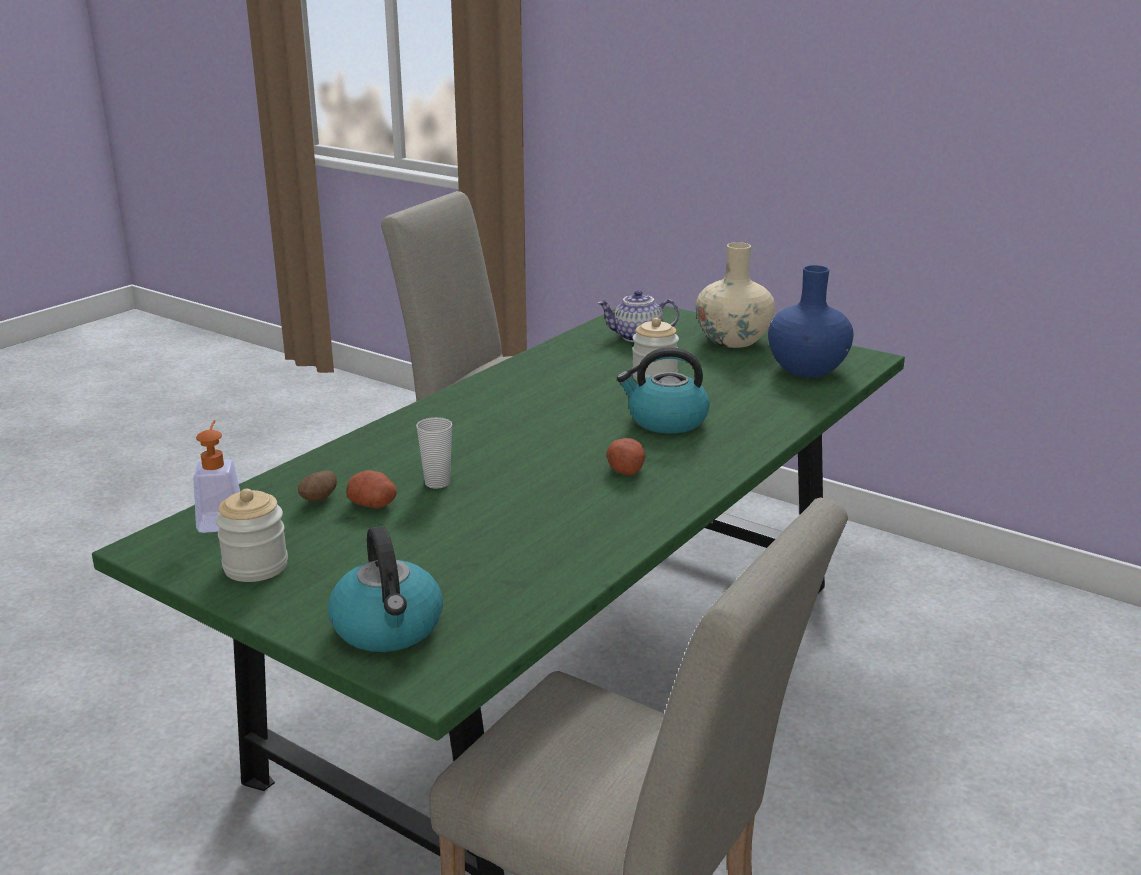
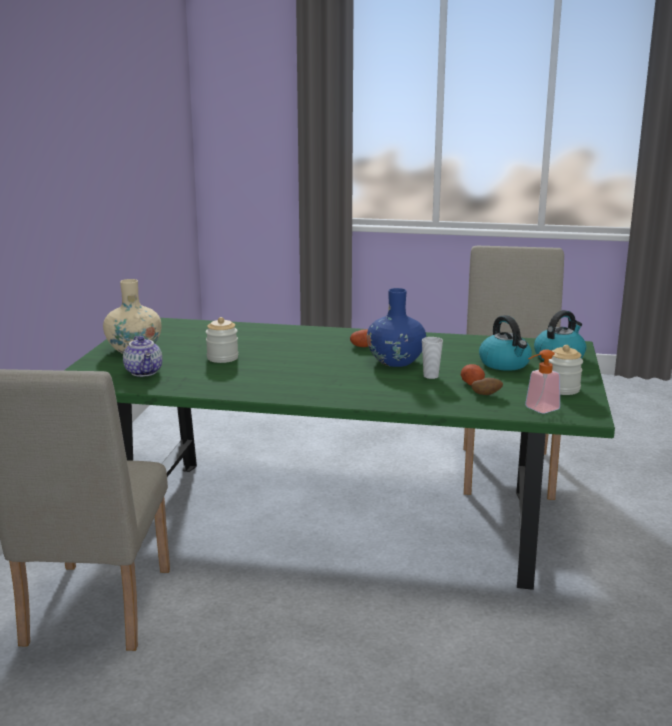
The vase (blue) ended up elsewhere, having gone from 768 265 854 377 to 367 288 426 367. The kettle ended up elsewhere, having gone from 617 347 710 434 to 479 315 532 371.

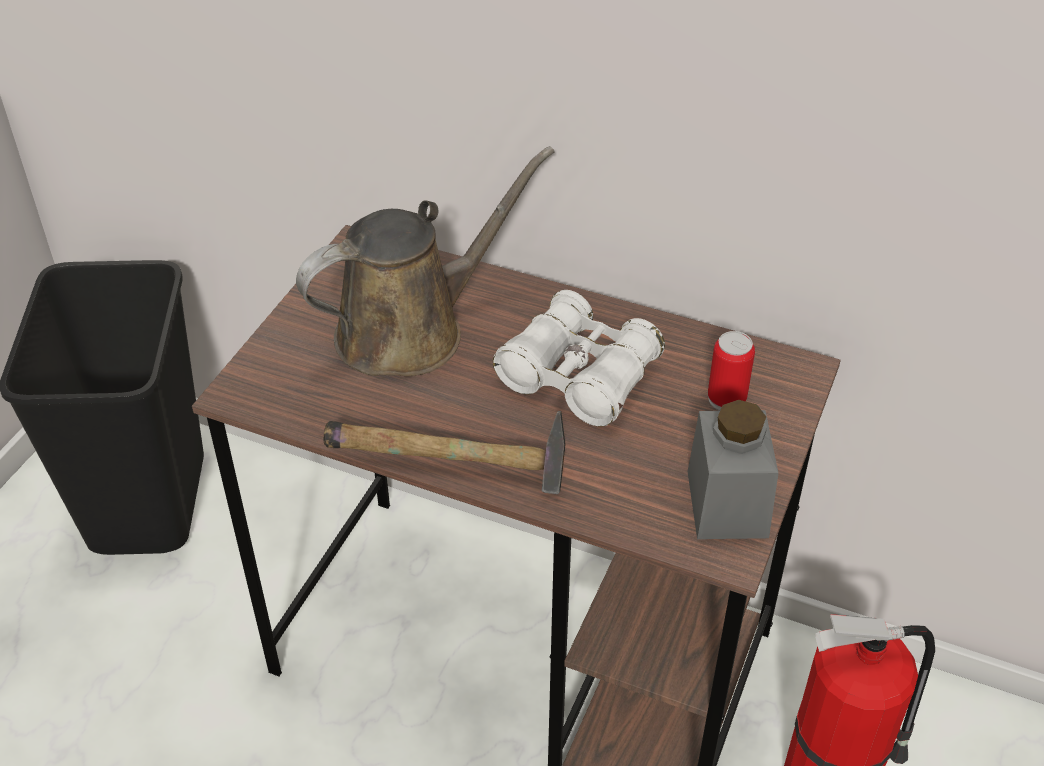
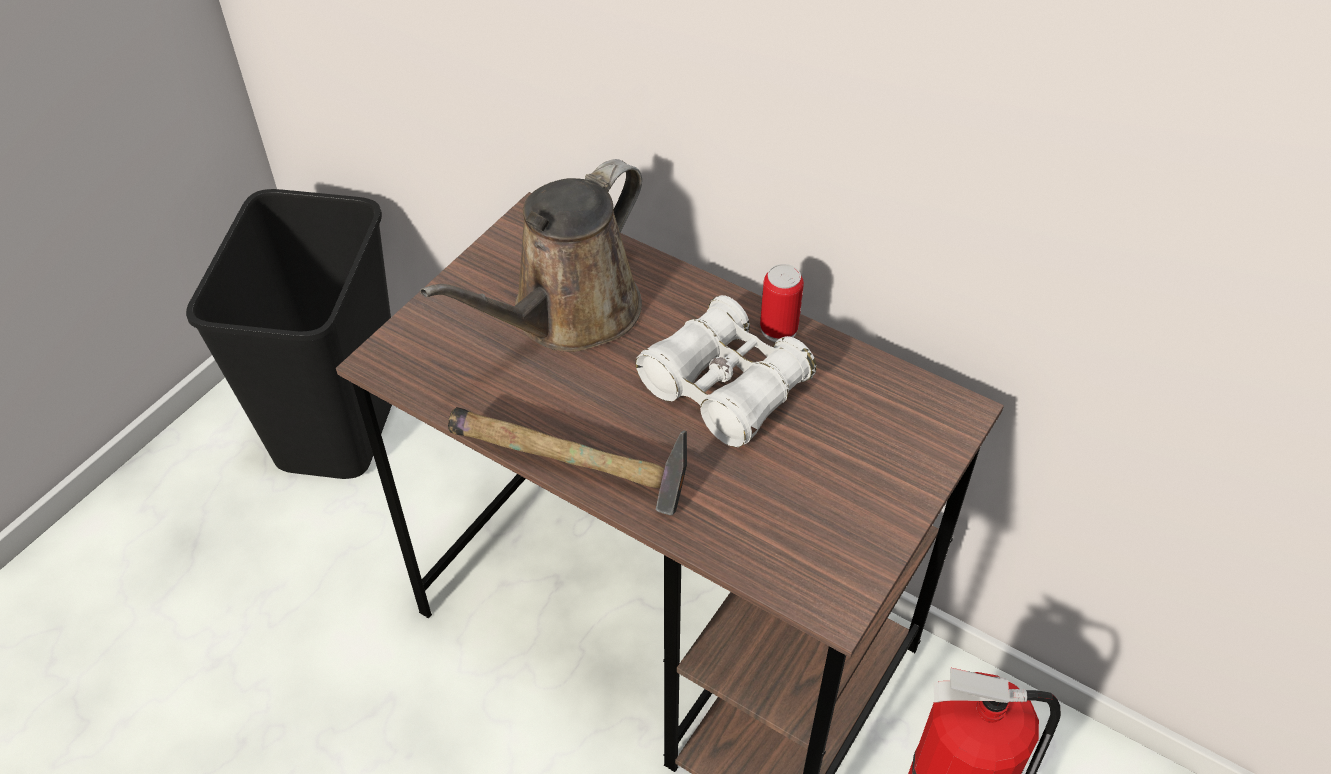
The watering can (brown) at 296 146 555 376 ended up facing another way, 150 degrees clockwise from before. The can ended up elsewhere, having gone from 708 331 755 411 to 760 264 804 342. The second view lost the jar (grey) at 688 400 778 539.

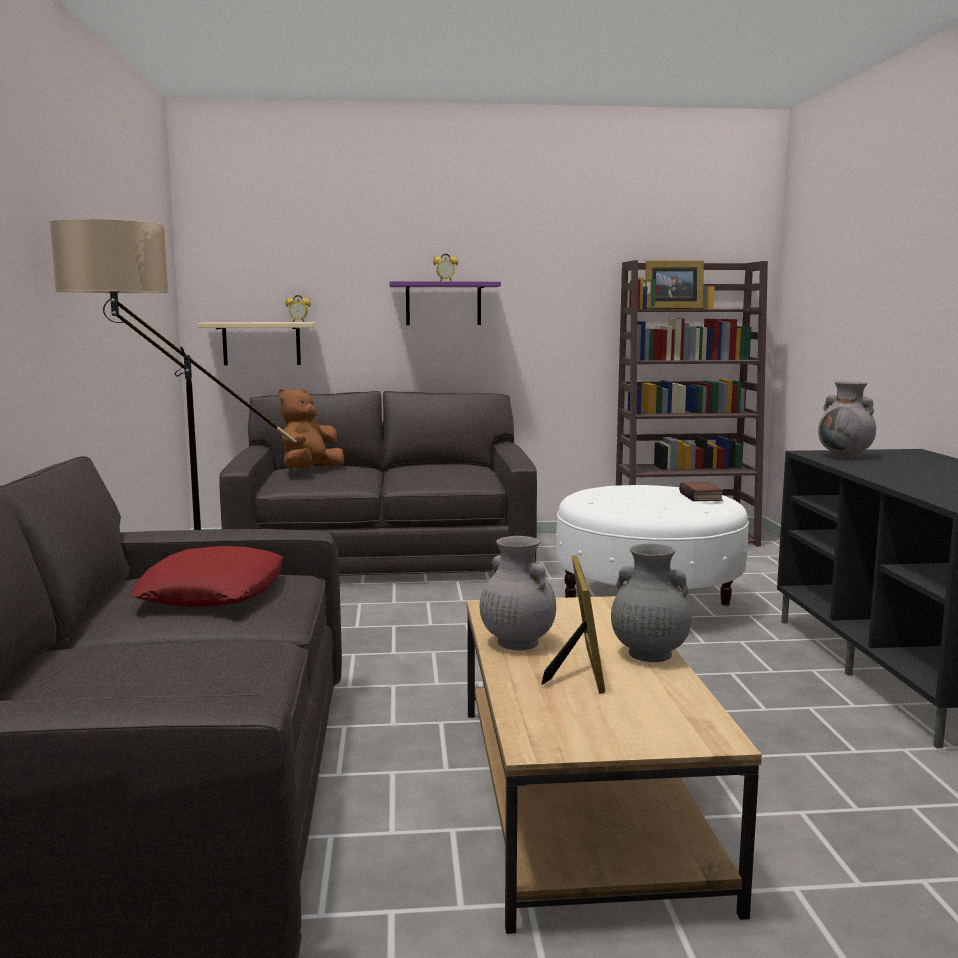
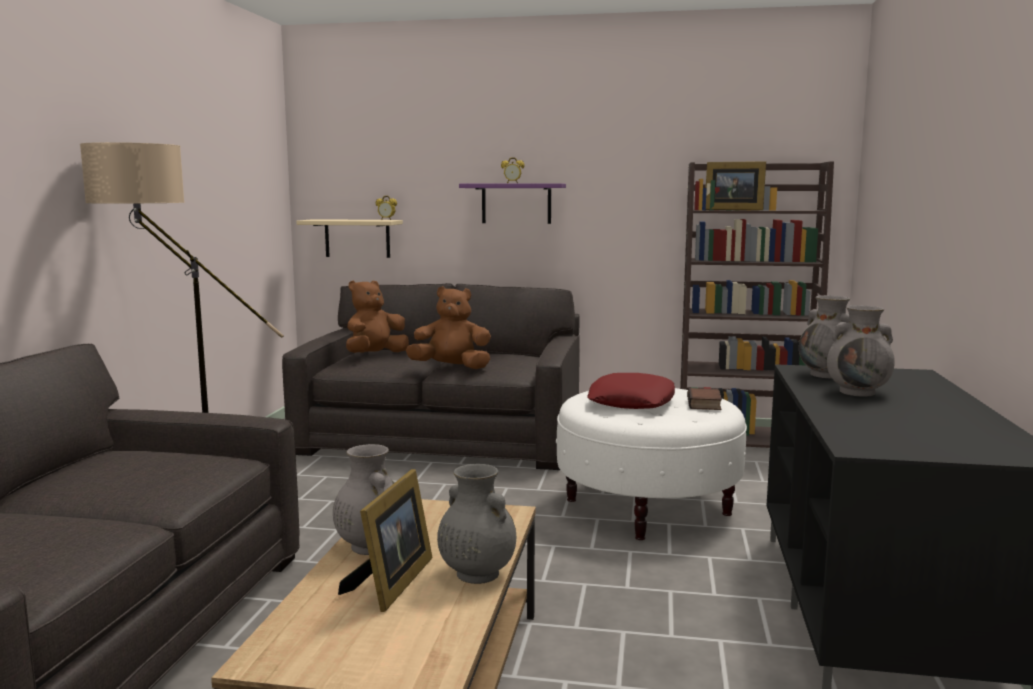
The pillow (red) ended up elsewhere, having gone from 130 546 284 607 to 587 373 675 409. The second view gained the plush toy (brown) at 406 286 491 369. The second view gained the vase (grey) at 827 305 895 397.

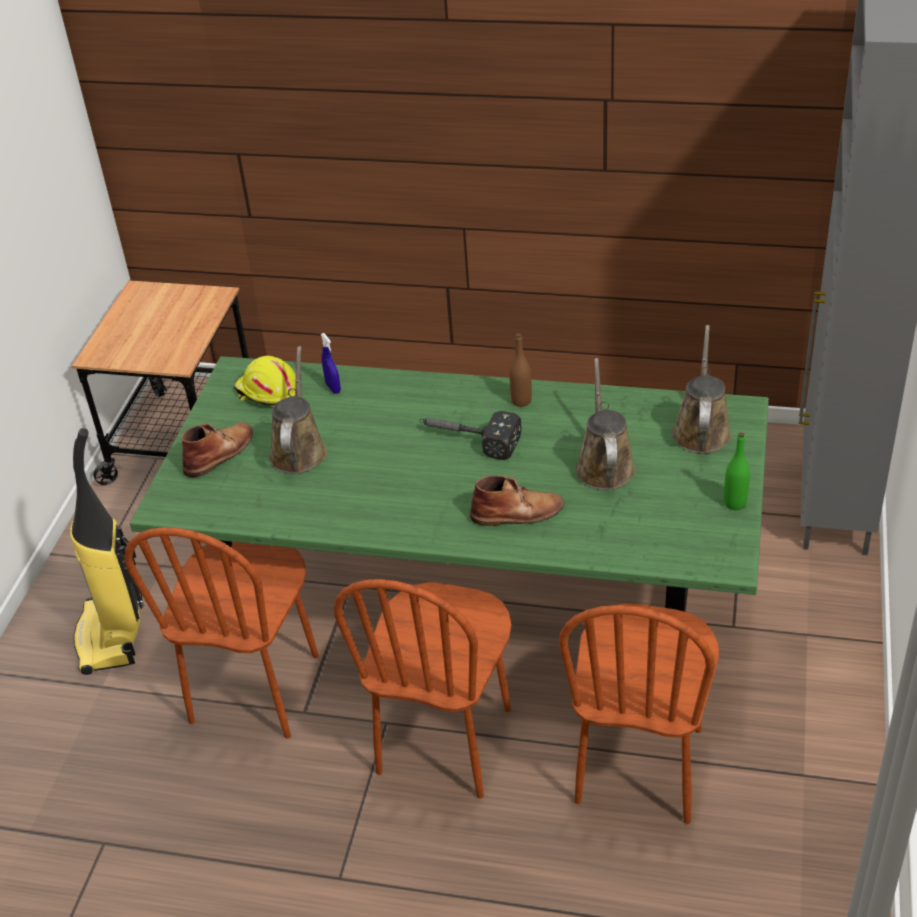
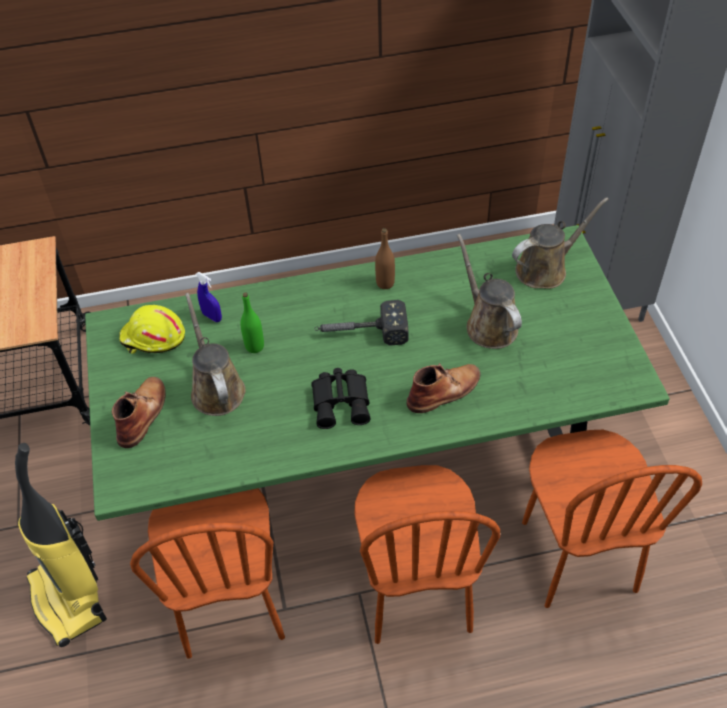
The watering can (brown) at 672 325 732 454 ended up facing another way, 75 degrees clockwise from before. The bottle (green) ended up elsewhere, having gone from 724 432 750 510 to 240 293 264 353. The second view gained the binoculars (black) at 311 368 371 429.

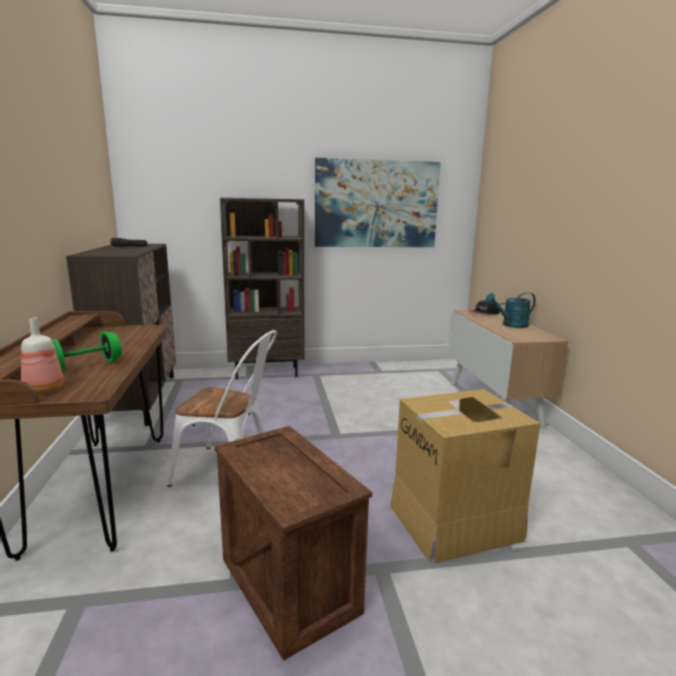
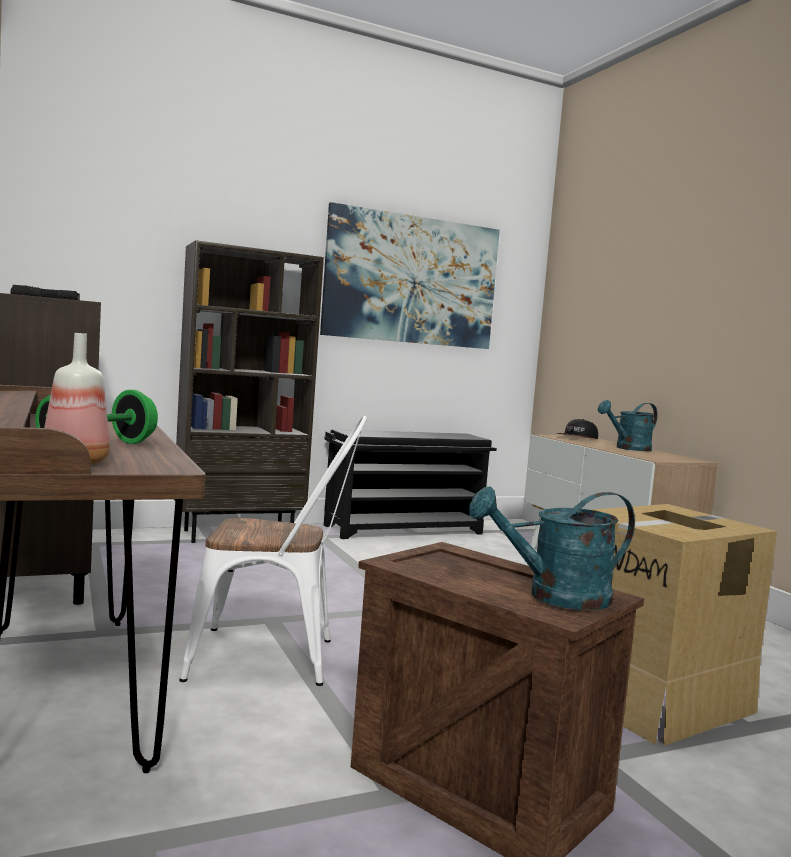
The second view gained the shoe rack (black) at 324 430 497 539. The second view gained the watering can (turquoise) at 469 487 635 610.

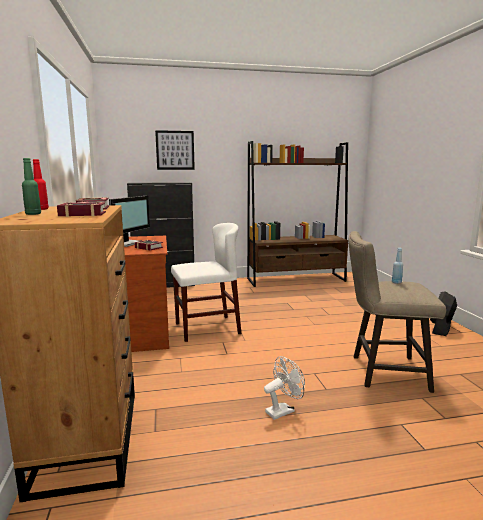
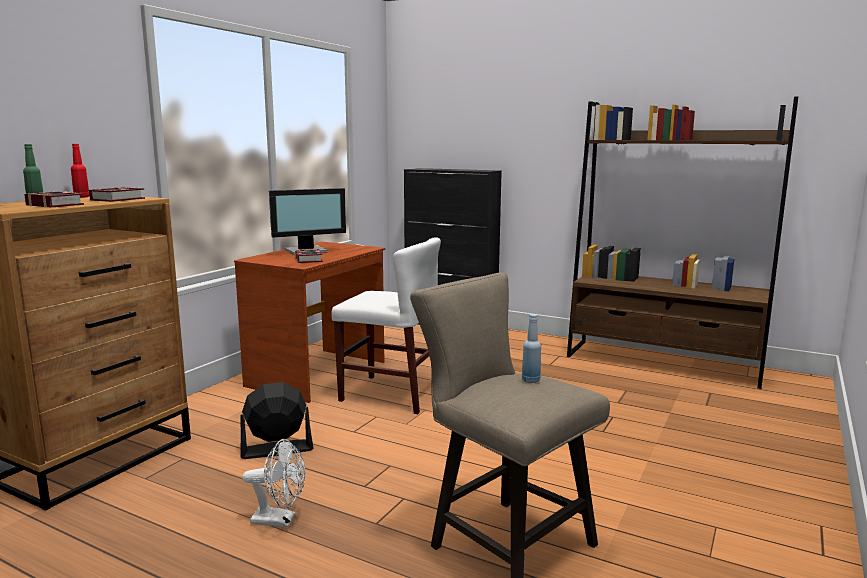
The second view lost the picture at 155 130 195 170. The fan (black) ended up elsewhere, having gone from 430 292 457 336 to 241 382 313 459.

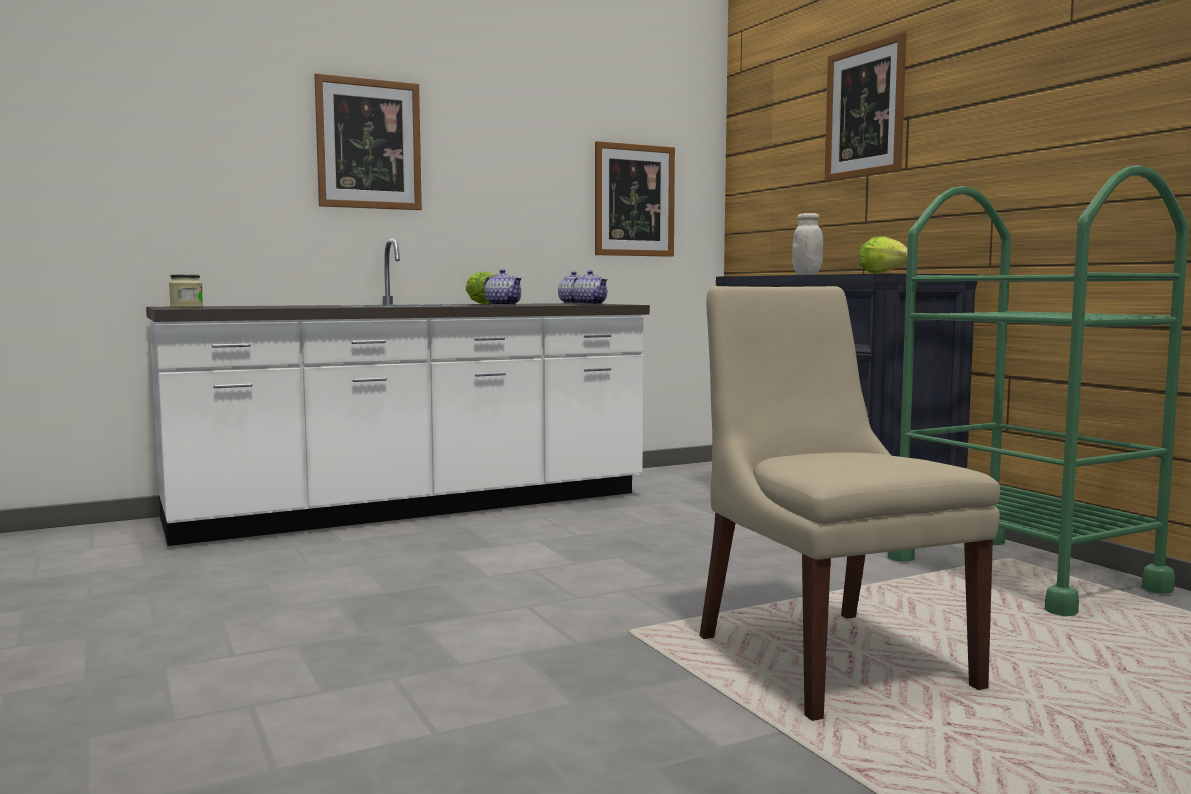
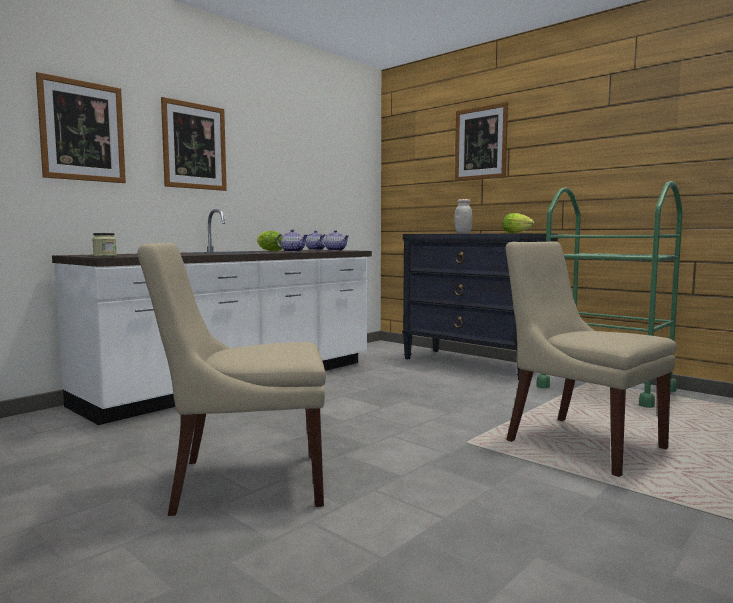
The picture ended up elsewhere, having gone from 595 141 675 257 to 36 72 126 183. The second view gained the chair (beige) at 137 243 326 516.

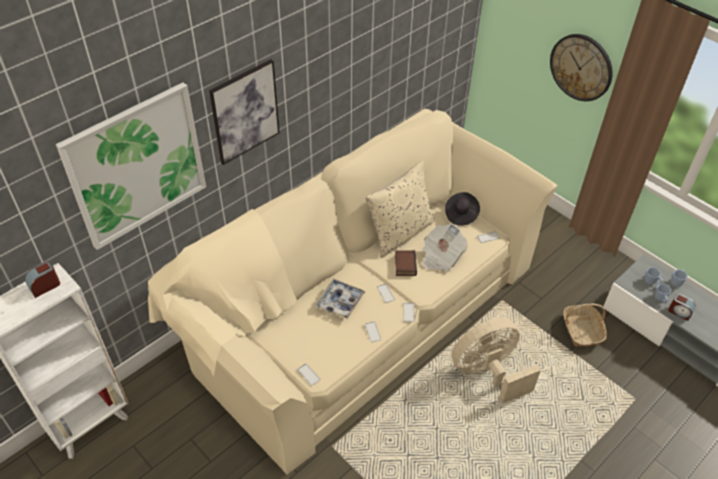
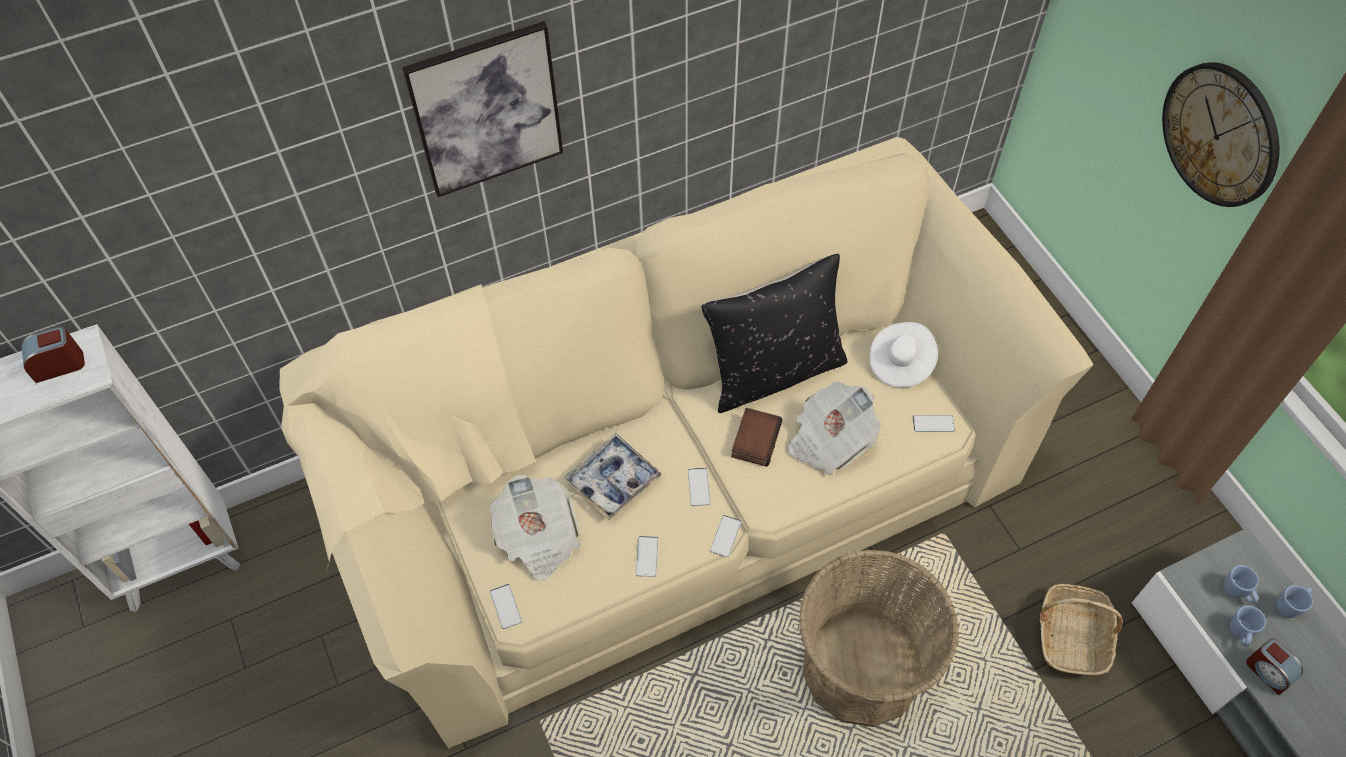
The second view lost the picture at 56 82 206 250. What was the pillow (beige) at 366 161 435 258 turned into the pillow (black) at 701 253 847 413. What was the hat (black) at 445 192 480 226 turned into the hat (white) at 870 322 938 387. Where the fan (beige) stood at 451 318 541 404, the basket came to stand at 799 549 959 727. The second view gained the newspaper at 490 474 581 581.

